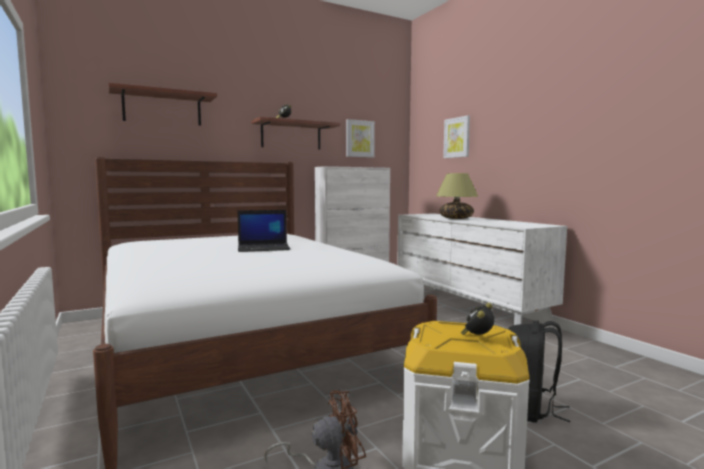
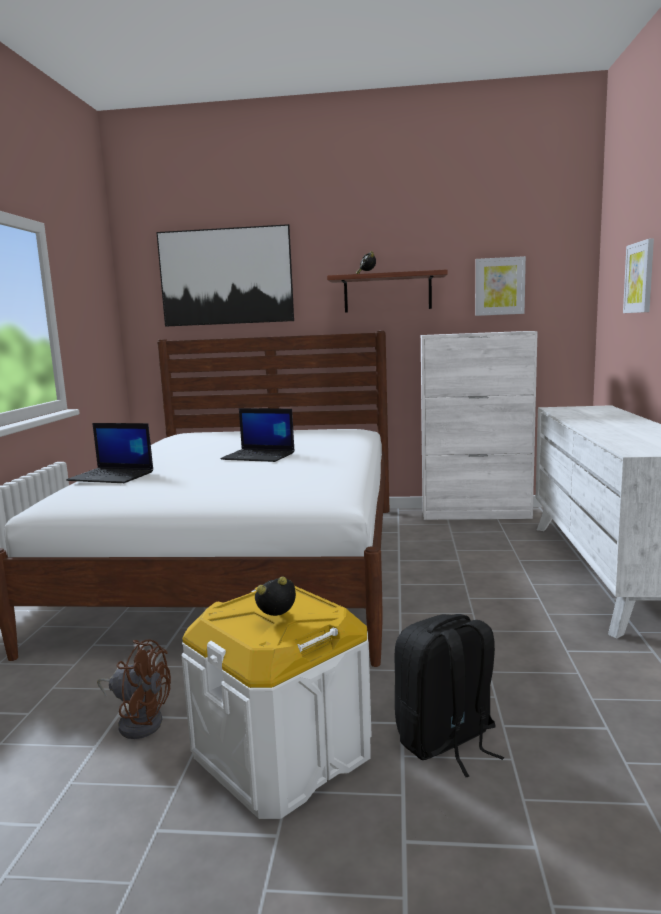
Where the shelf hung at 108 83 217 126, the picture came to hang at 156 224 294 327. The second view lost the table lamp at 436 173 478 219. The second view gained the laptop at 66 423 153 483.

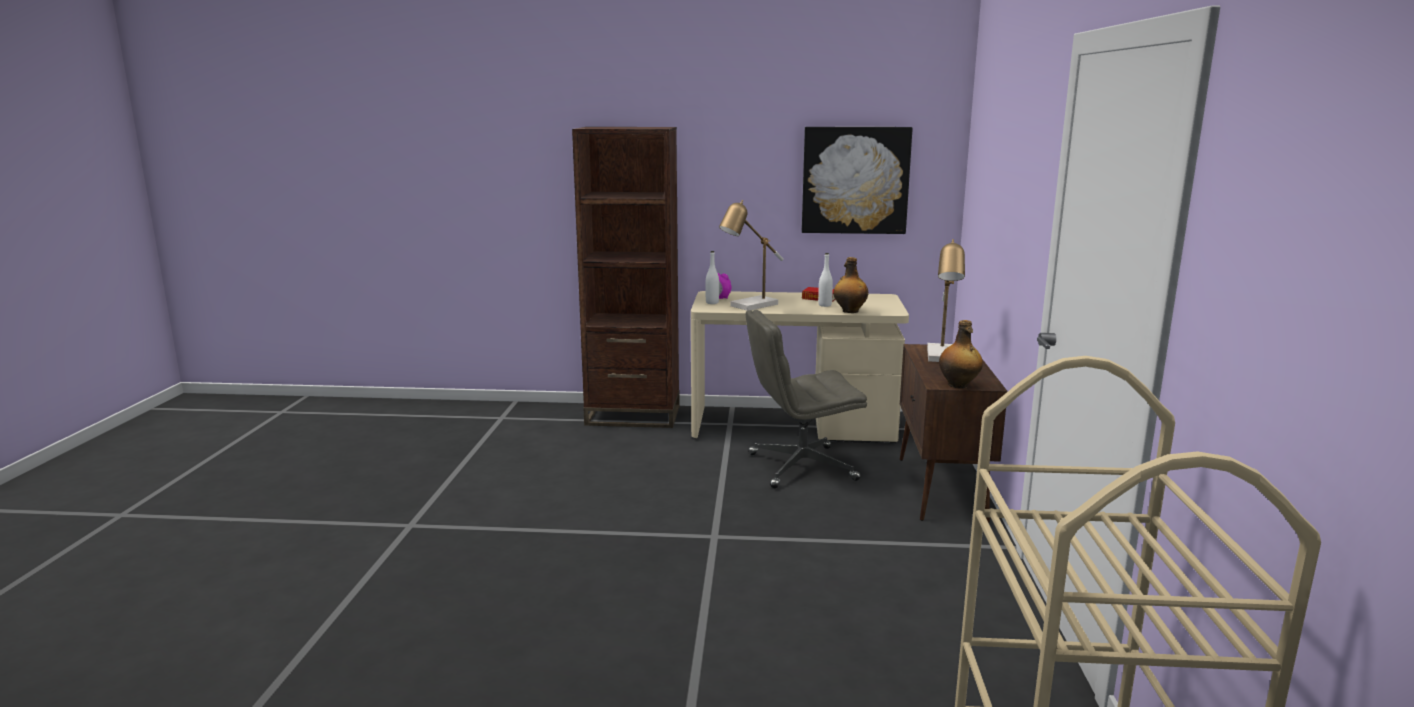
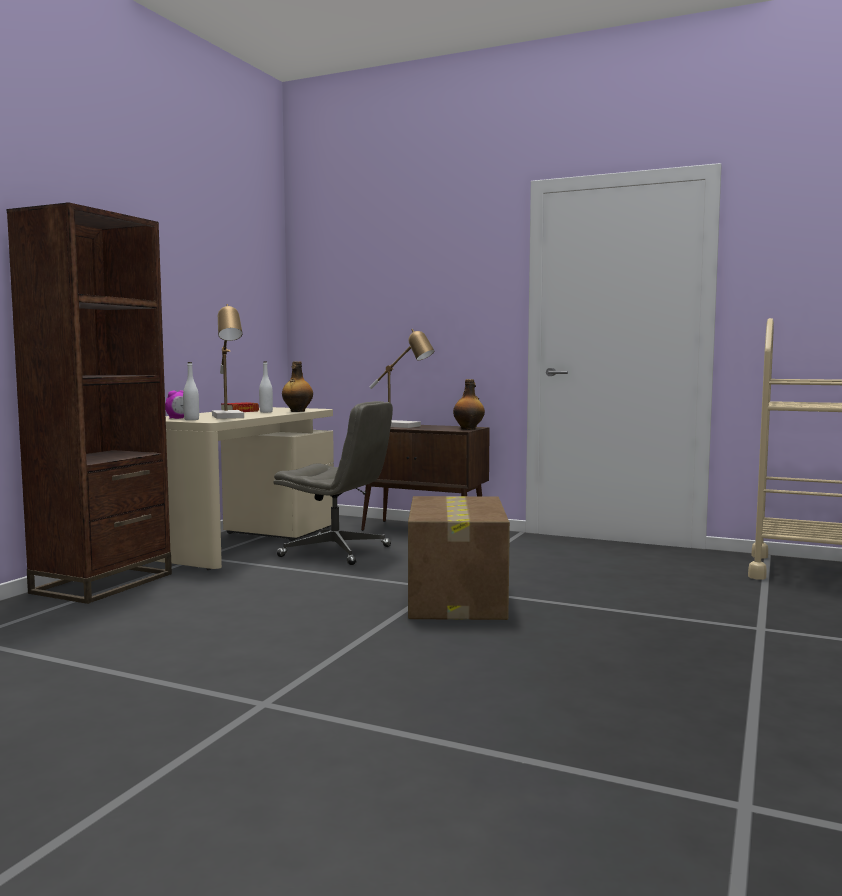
The second view lost the picture at 802 127 913 234. The office chair (grey) at 746 309 867 488 ended up facing another way, 75 degrees counterclockwise from before. The second view gained the cardboard box at 408 496 510 620.

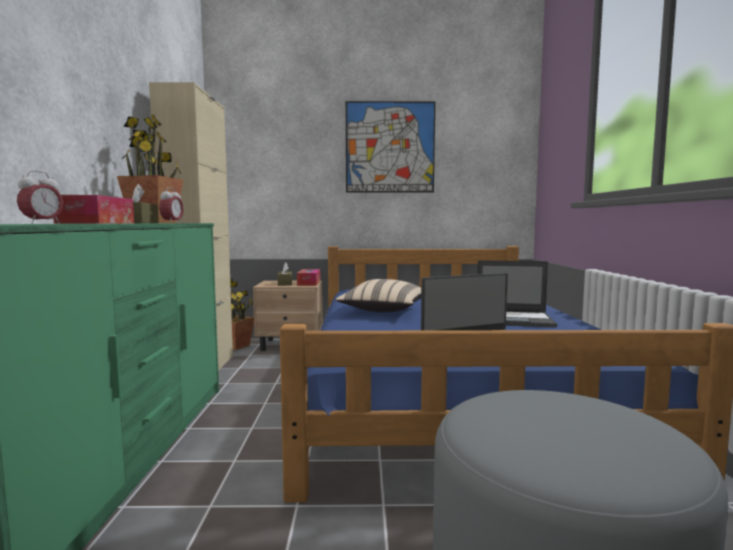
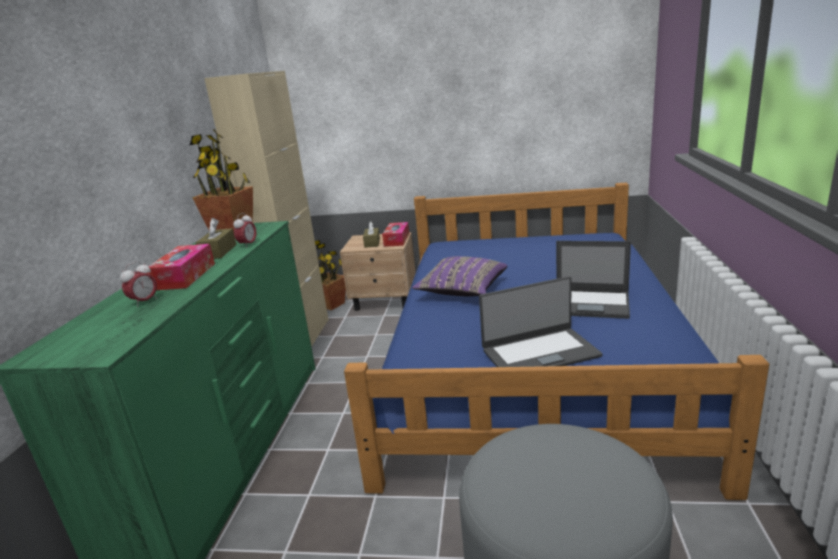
The second view lost the picture at 346 101 435 192. What was the pillow (beige) at 336 279 421 312 turned into the pillow (purple) at 412 256 508 297.

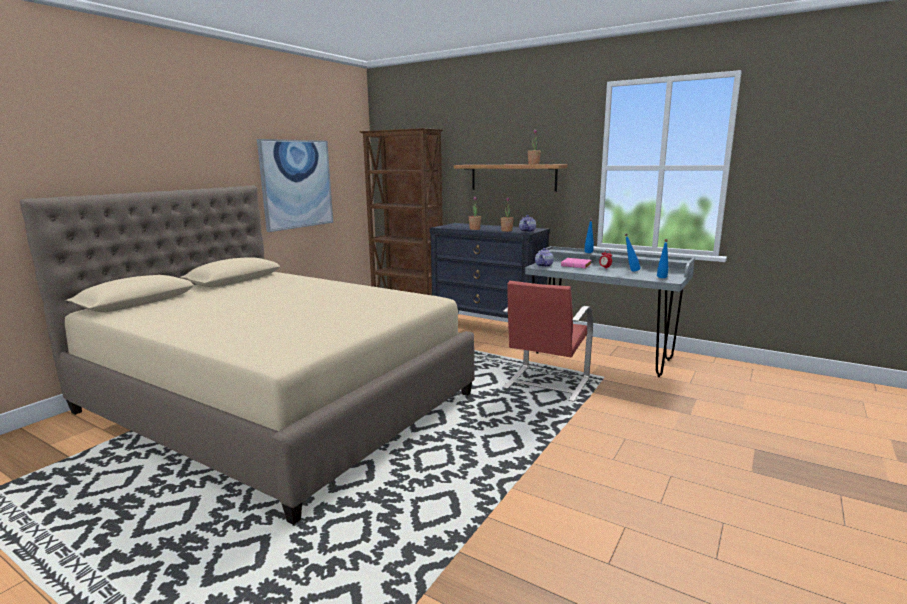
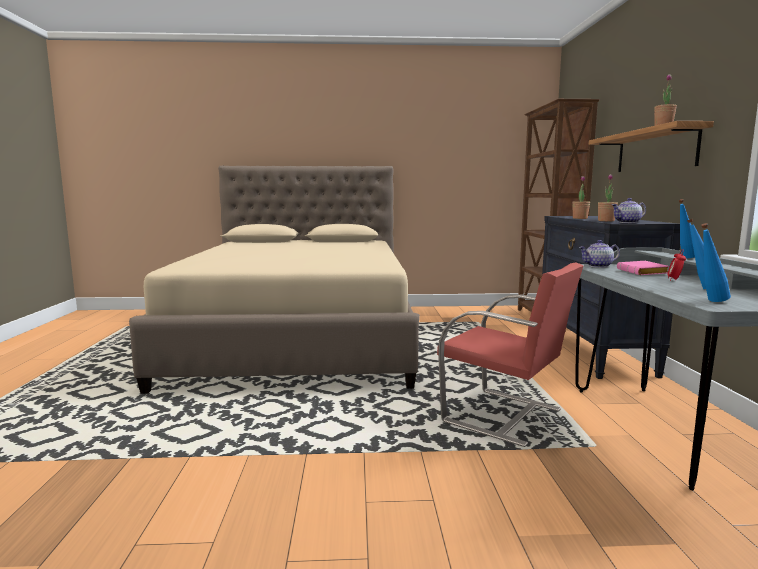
The second view lost the picture at 257 139 333 232. The chair (red) at 503 281 593 402 ended up facing another way, 135 degrees counterclockwise from before.

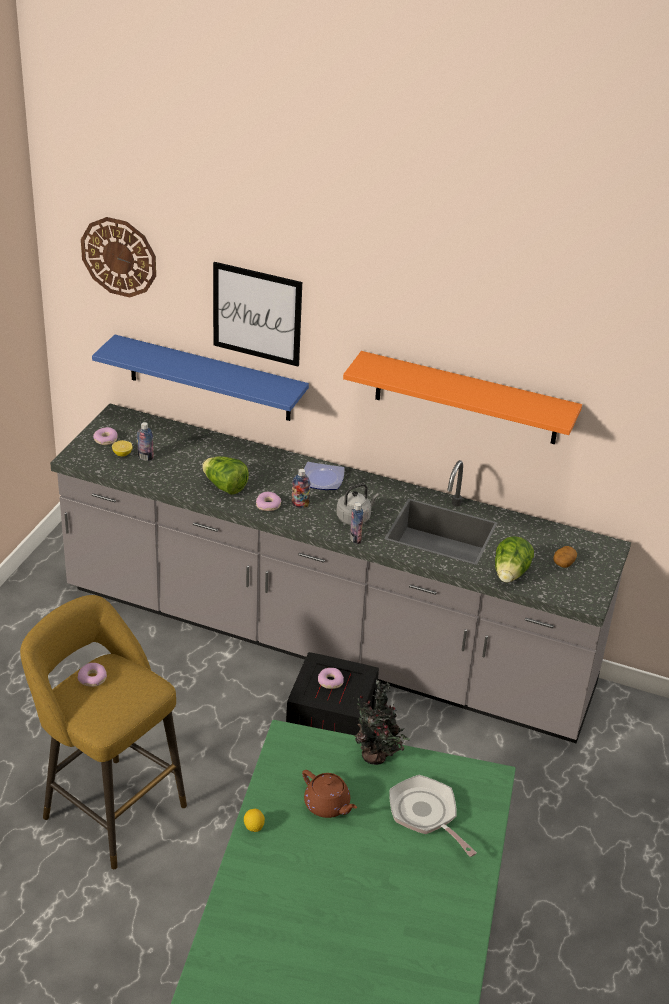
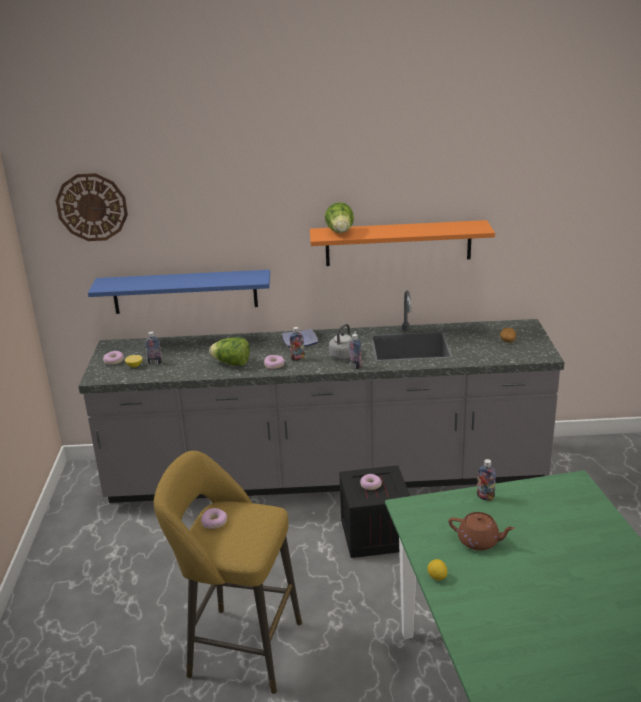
The second view lost the picture at 213 262 302 367. The lettuce ended up elsewhere, having gone from 495 536 534 583 to 325 202 354 233. Where the potted plant stood at 351 680 410 765, the bottle came to stand at 477 459 496 501. The second view lost the frying pan at 389 775 477 857.

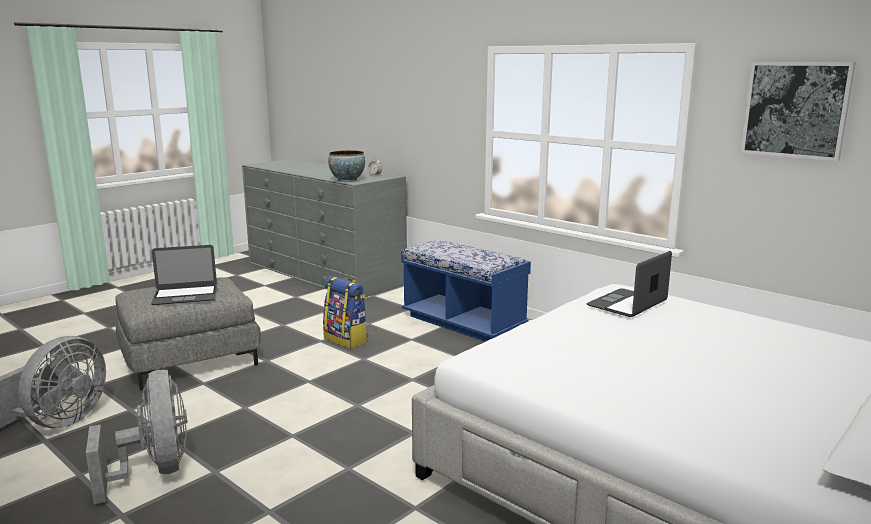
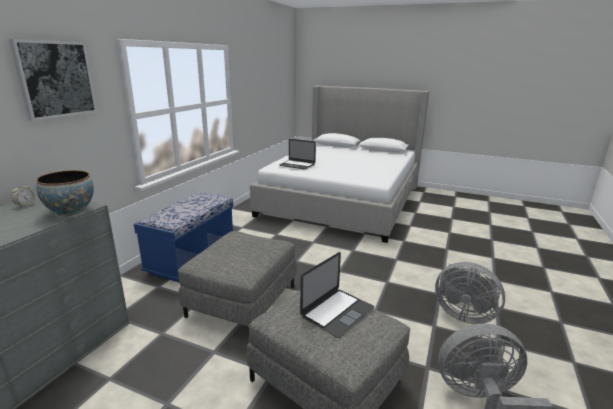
The picture ended up elsewhere, having gone from 741 62 856 161 to 9 39 97 121. The laptop at 151 245 217 305 ended up facing another way, 75 degrees clockwise from before. Where the backpack stood at 323 276 368 349, the ottoman (grey) came to stand at 178 231 297 326. The fan (grey) at 86 370 187 504 ended up facing another way, 105 degrees counterclockwise from before.

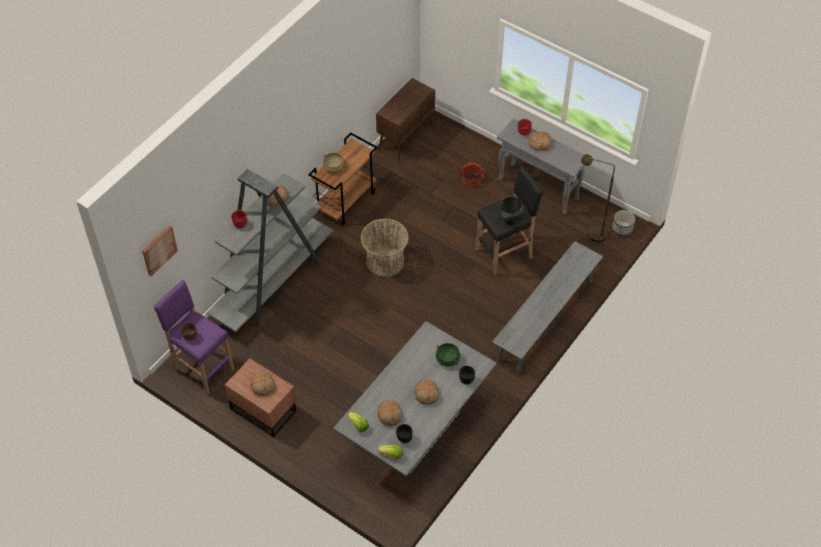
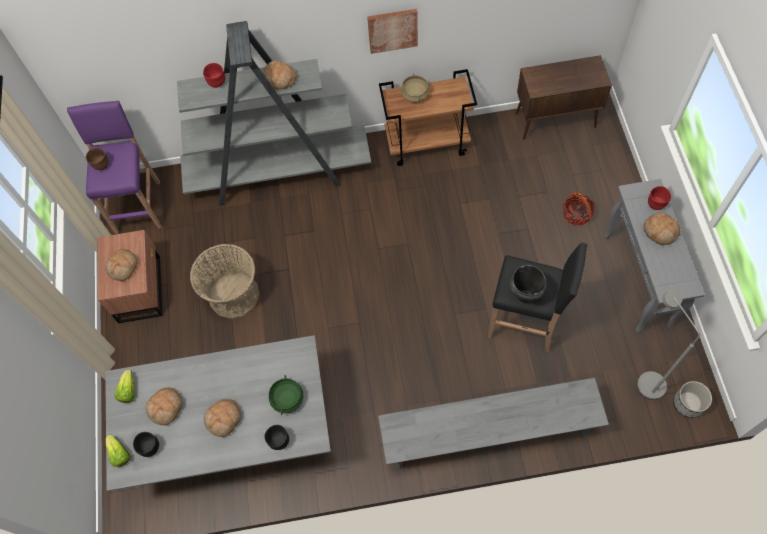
What was the floor lamp (brown) at 581 154 615 242 turned into the floor lamp (grey) at 637 290 700 400. The basket ended up elsewhere, having gone from 361 219 409 277 to 190 244 259 319. The picture ended up elsewhere, having gone from 142 225 178 276 to 367 9 418 54.

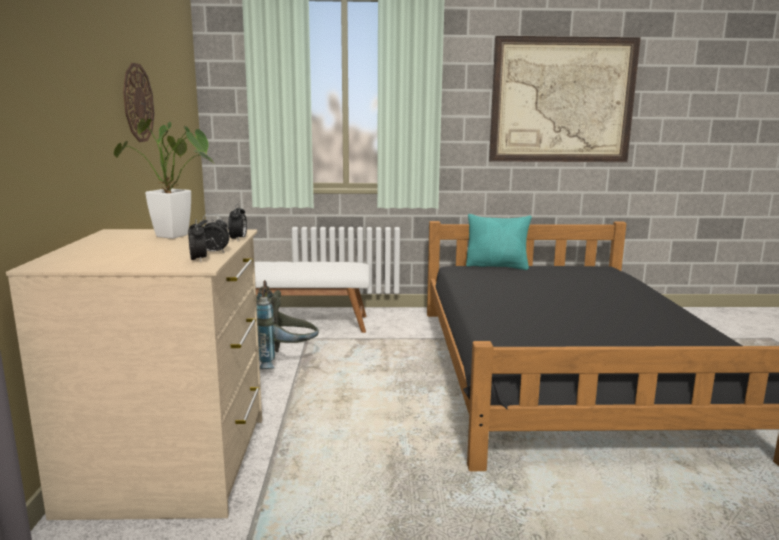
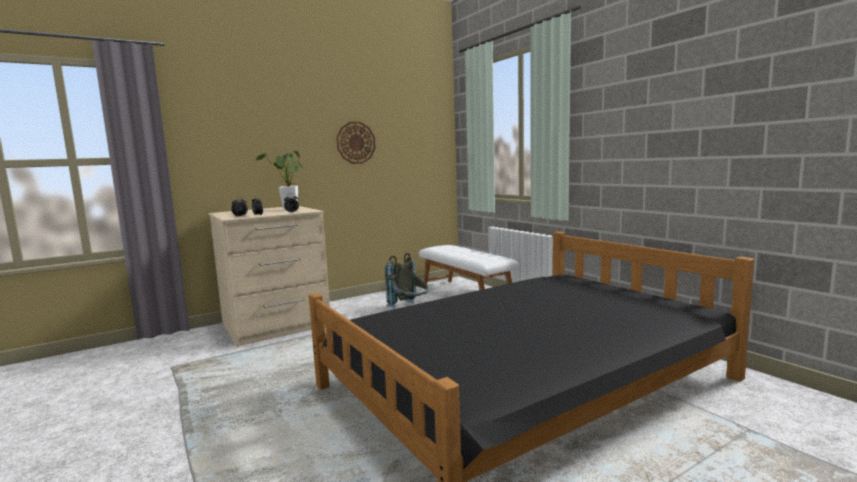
The second view lost the picture at 489 36 641 162. The second view lost the pillow (turquoise) at 466 214 532 270.

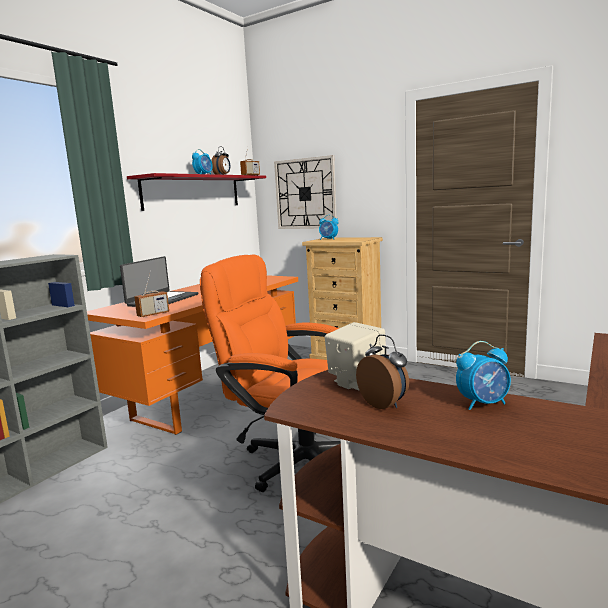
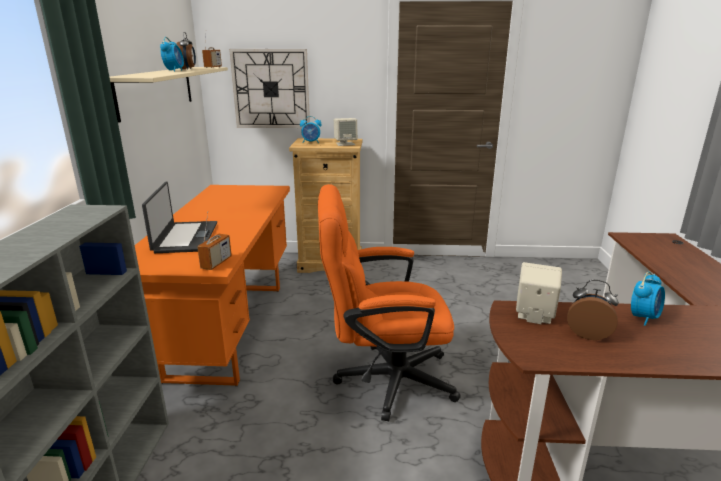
What was the shelf (red) at 127 173 266 211 turned into the shelf (beige) at 109 67 228 123. The second view gained the speaker (beige) at 334 118 358 146.

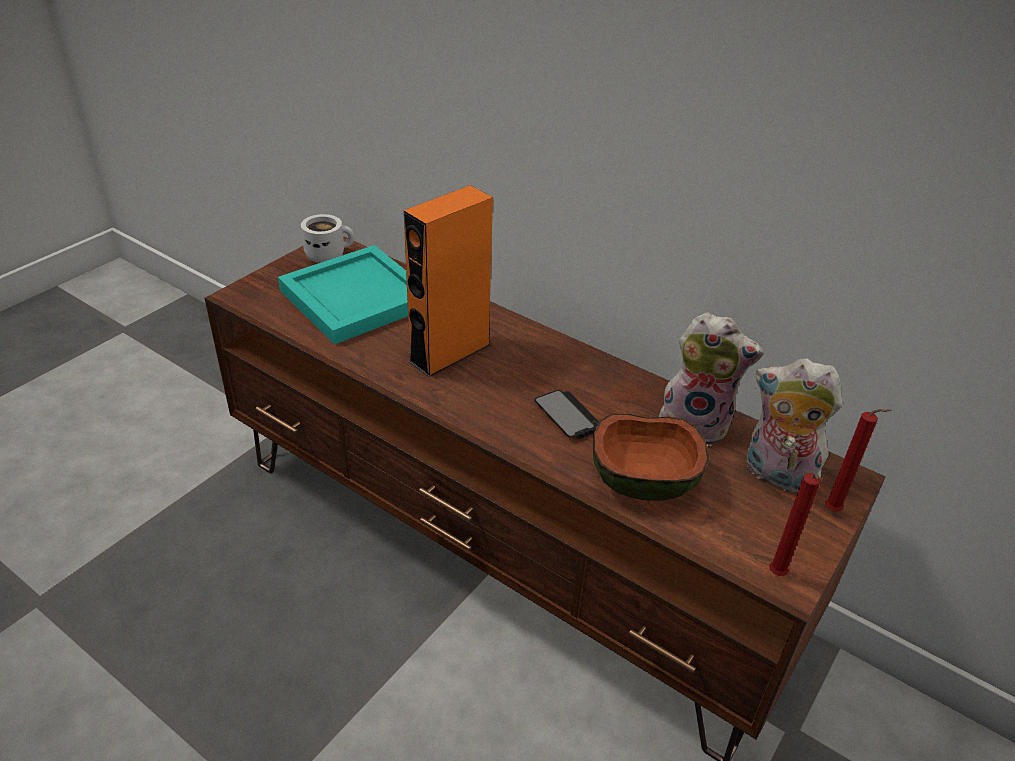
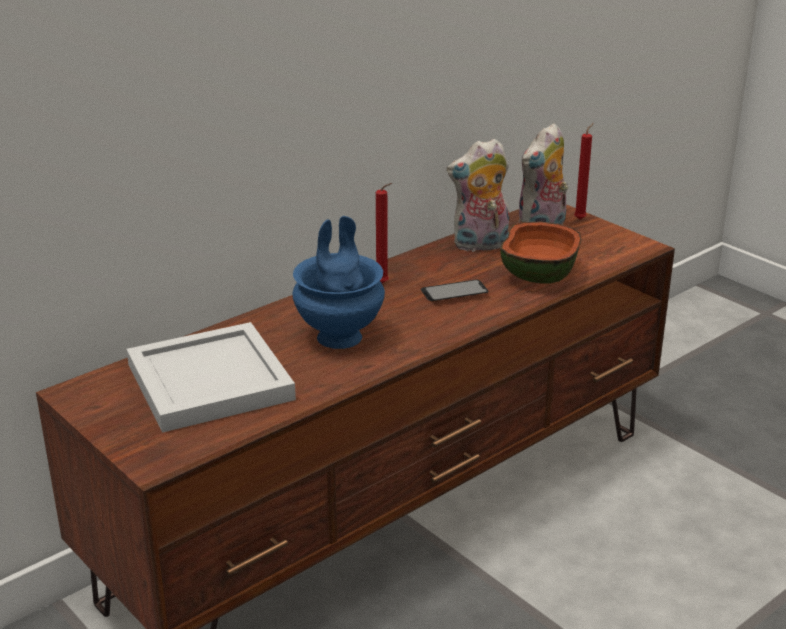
Where the speaker (orange) stood at 404 185 493 377, the vase (blue) came to stand at 292 216 385 349. The second view lost the mug (white) at 301 214 354 263. What was the tray (turquoise) at 278 245 408 345 turned into the tray (white) at 126 322 296 433. The plush toy at 659 312 764 446 ended up facing another way, 135 degrees counterclockwise from before. The candle (red) ended up elsewhere, having gone from 769 473 821 576 to 376 183 392 283.

